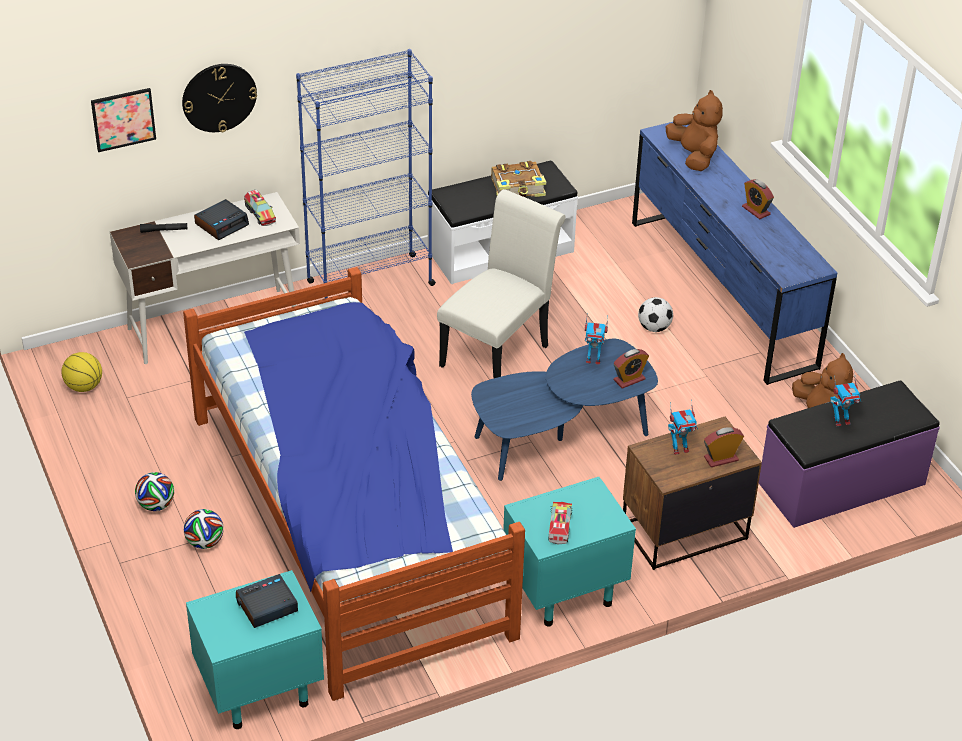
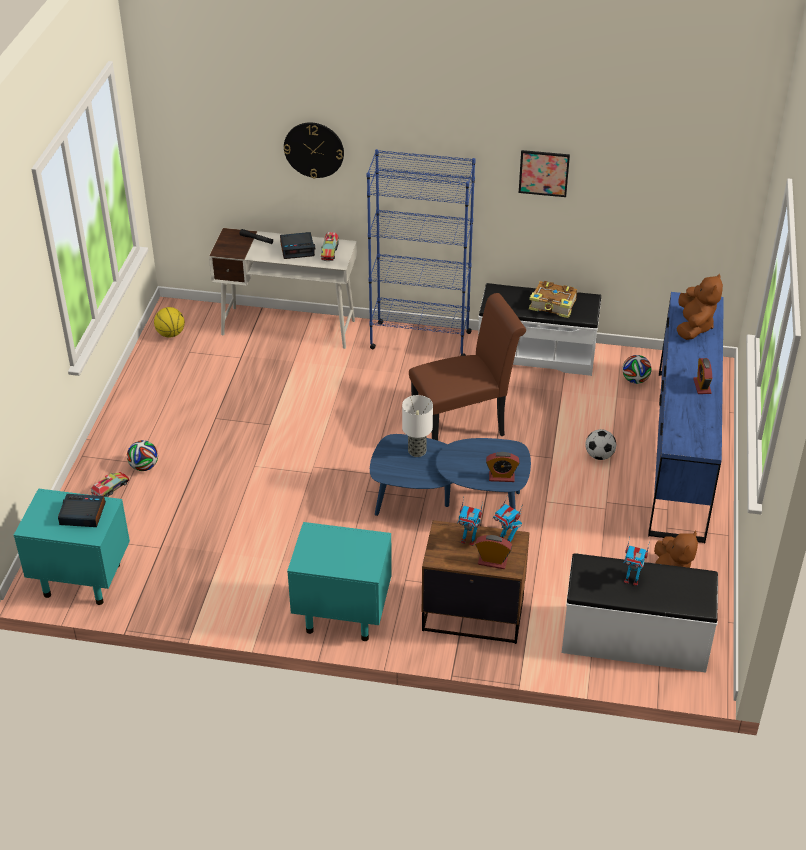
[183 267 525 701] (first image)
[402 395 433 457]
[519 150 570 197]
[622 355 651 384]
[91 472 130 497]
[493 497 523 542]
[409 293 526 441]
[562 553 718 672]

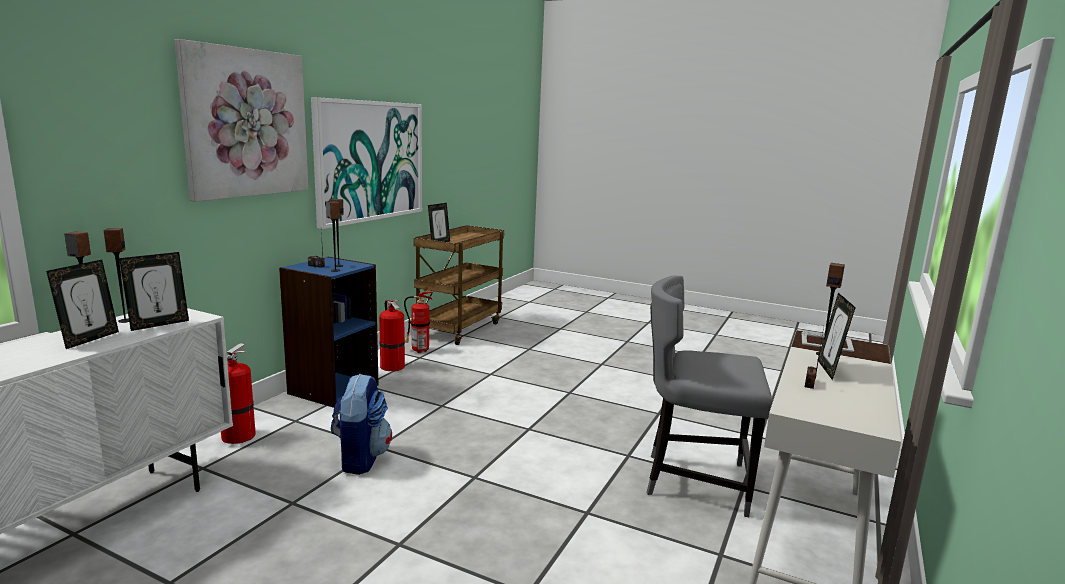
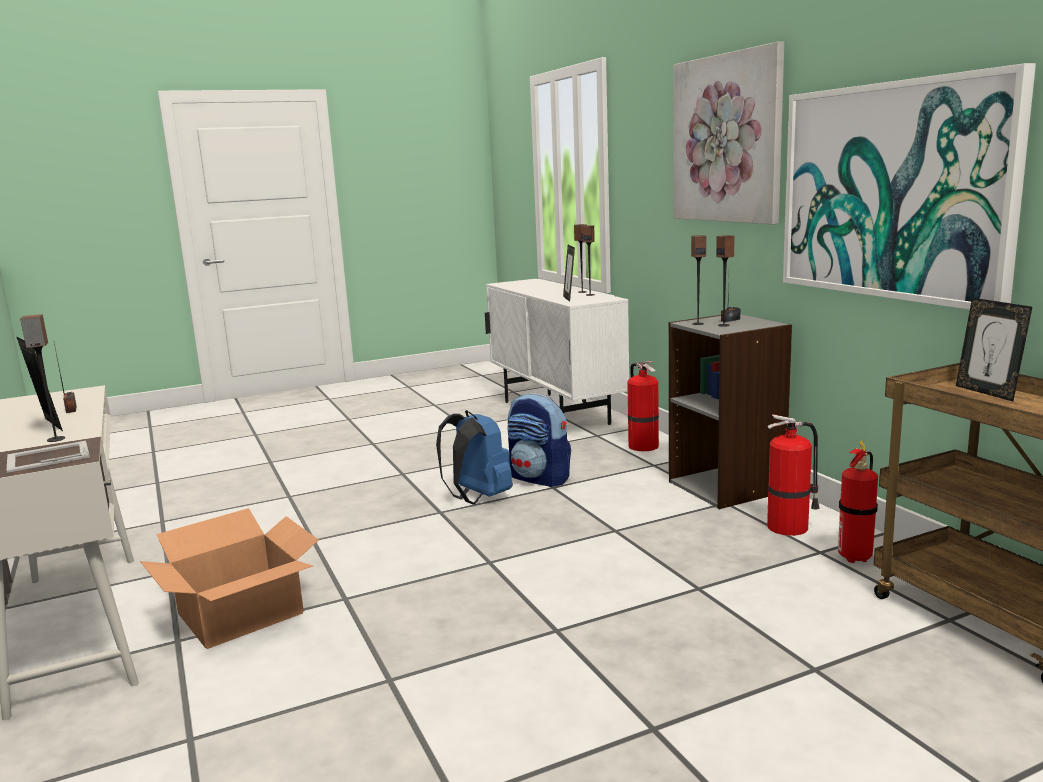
[46 260 119 349] (first image)
[436 410 513 505]
[140 508 319 649]
[669 314 792 509]

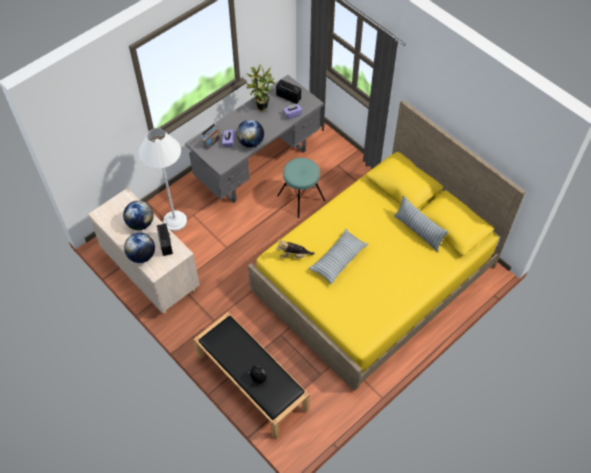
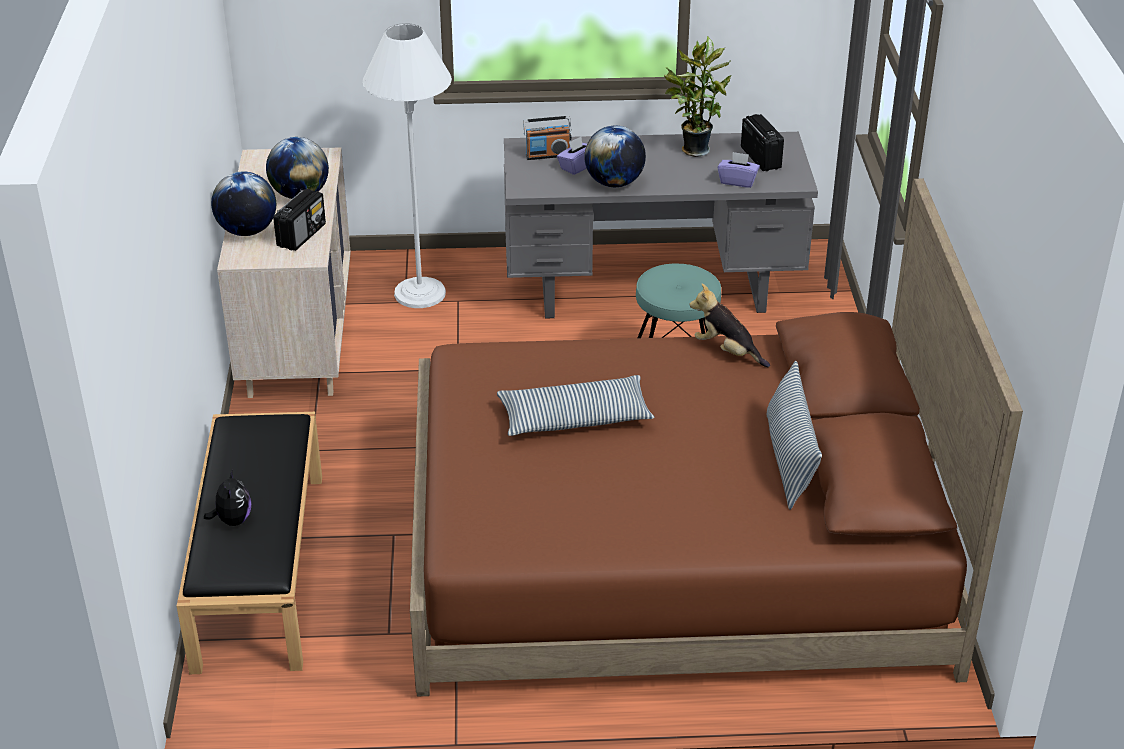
[690 284 770 367]
[410 179 1023 697]

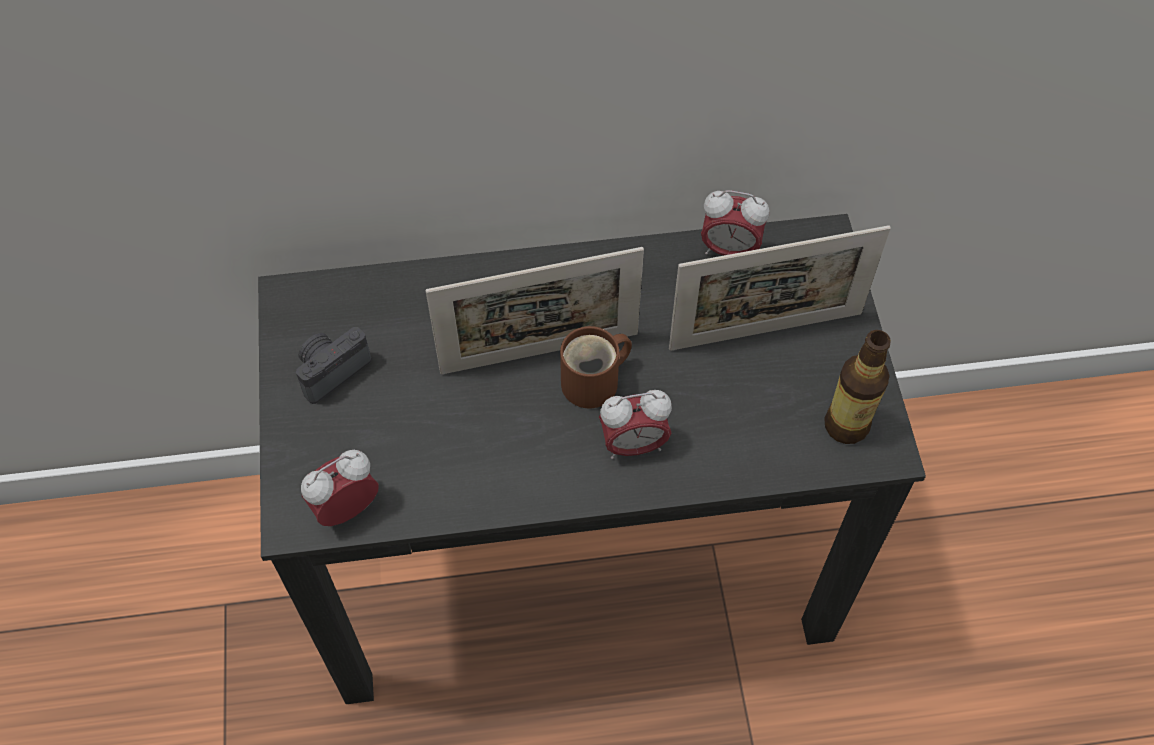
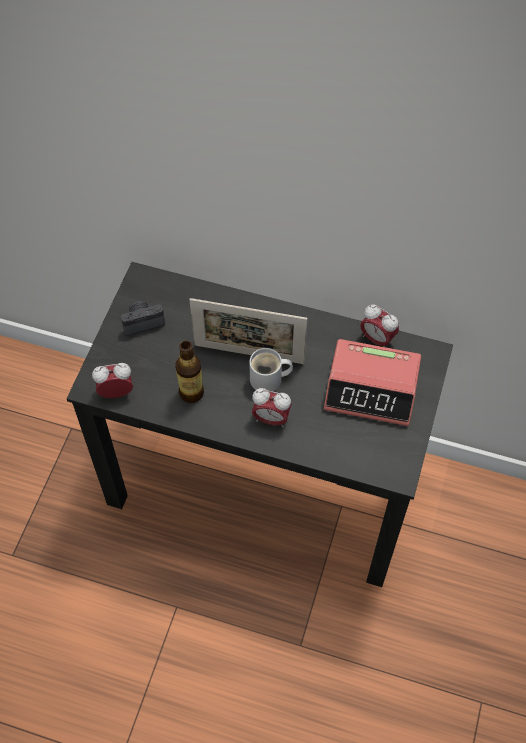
[175 341 204 403]
[324 339 421 426]
[249 348 293 391]

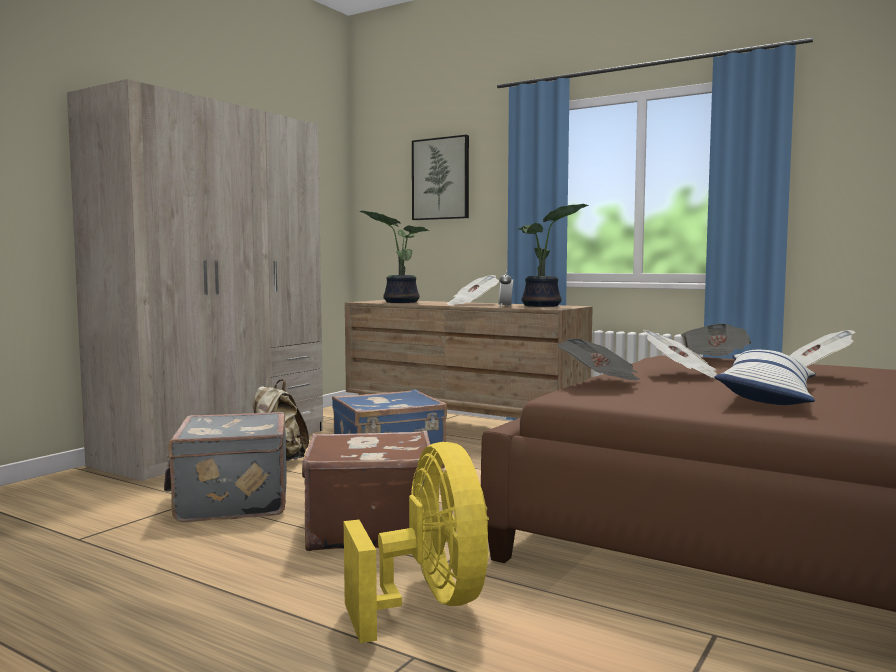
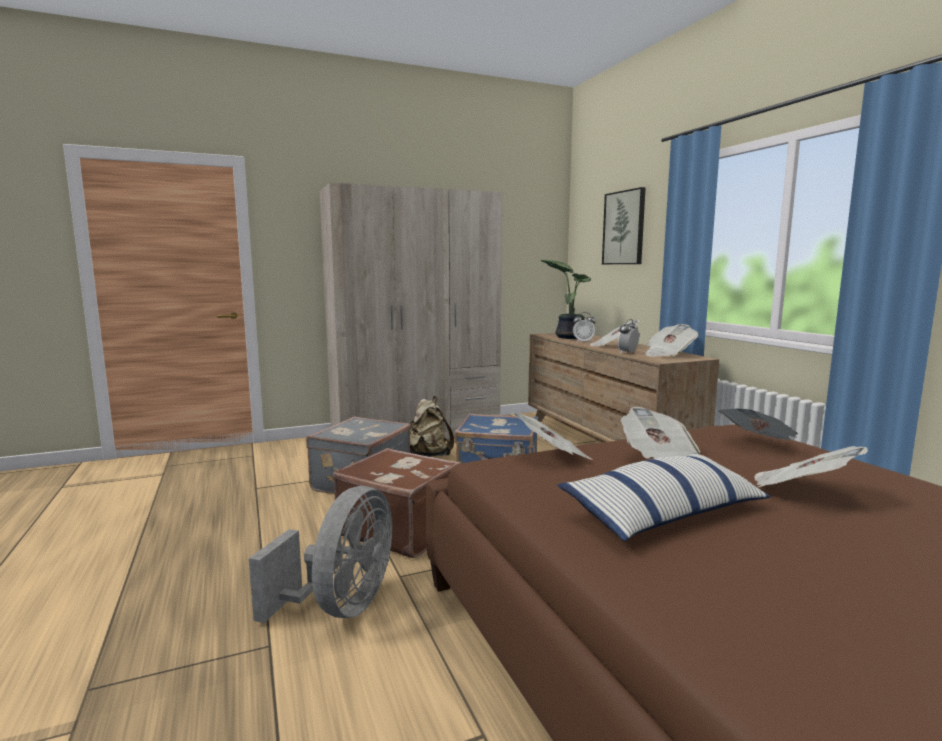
[573 312 596 343]
[645 324 698 357]
[249 486 392 623]

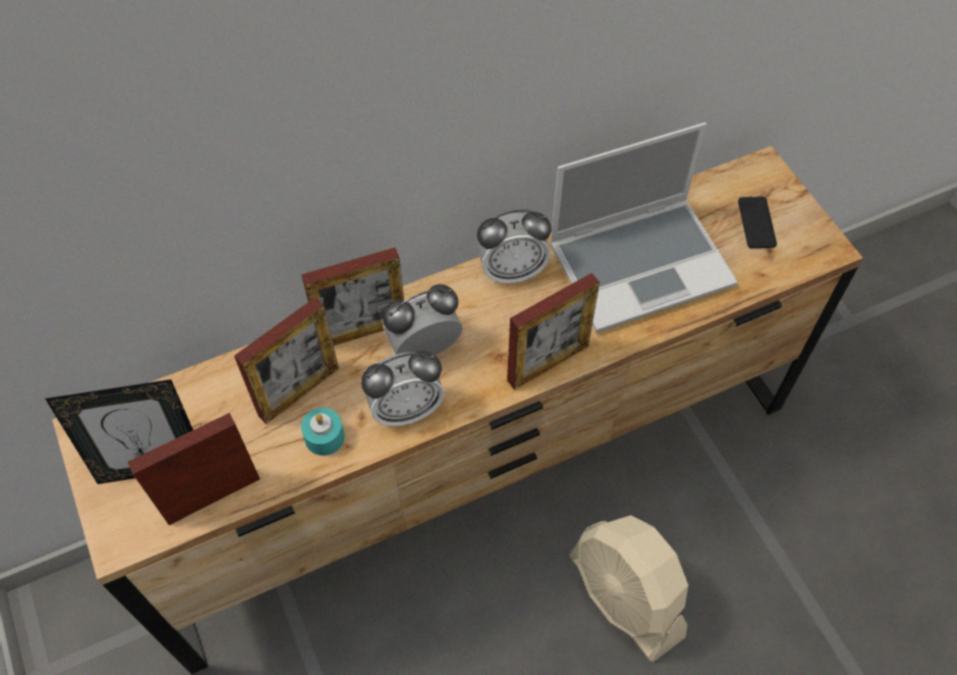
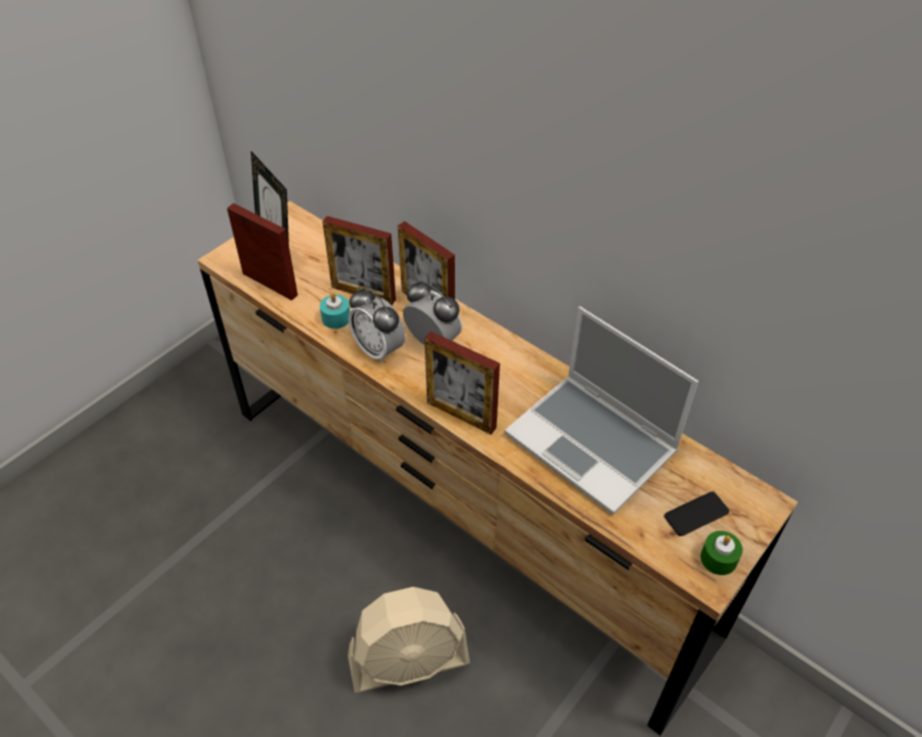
[476 209 552 284] (first image)
[700 531 743 575]
[348 587 470 693]

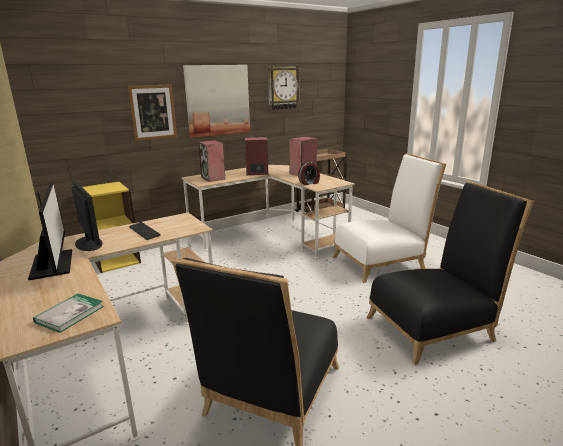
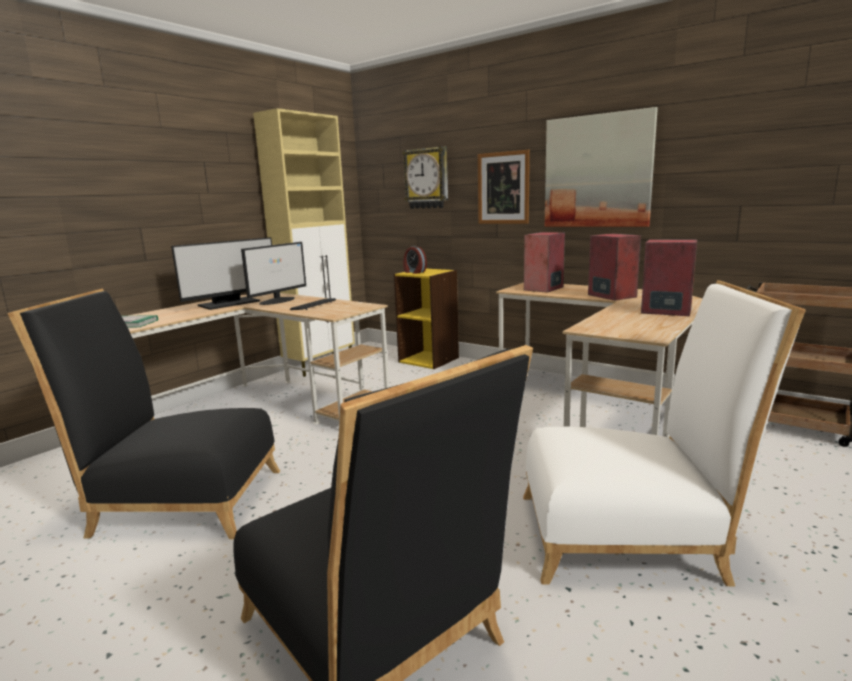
[402 146 448 209]
[403 246 427 274]
[523 280 806 586]

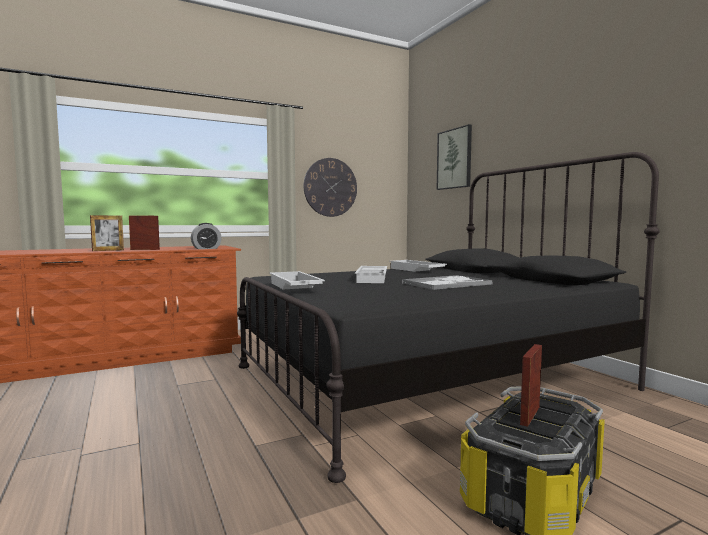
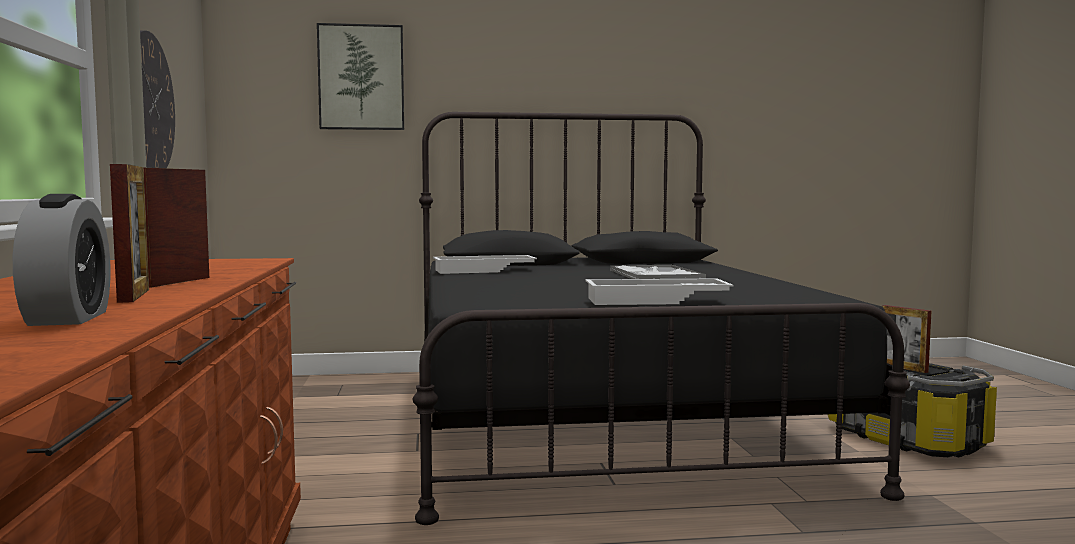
[355 266 387 283] (first image)
[13 194 111 326]

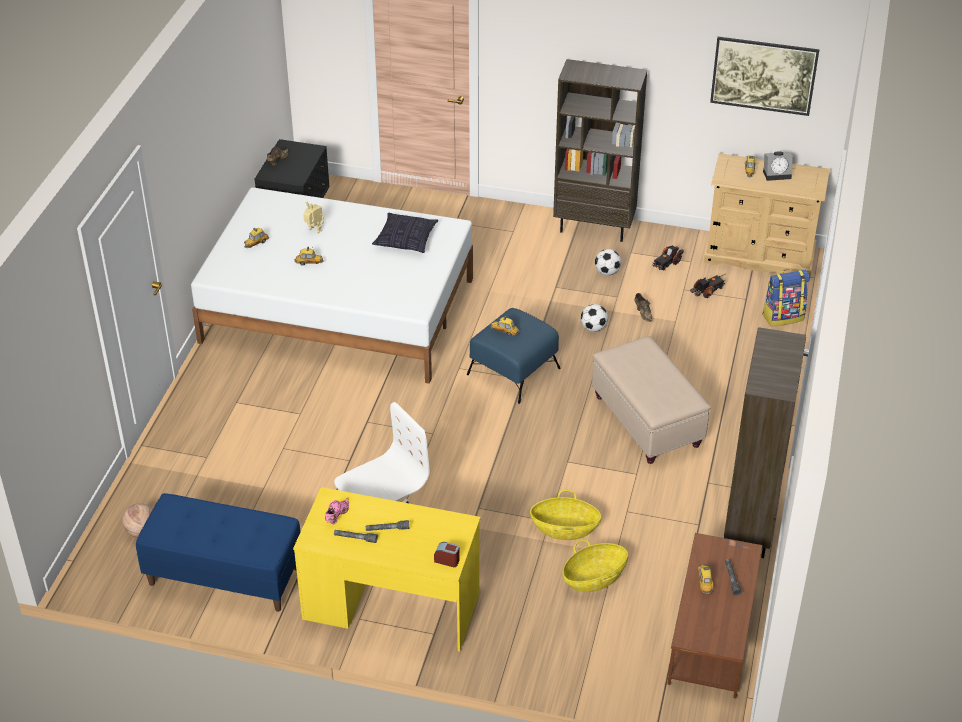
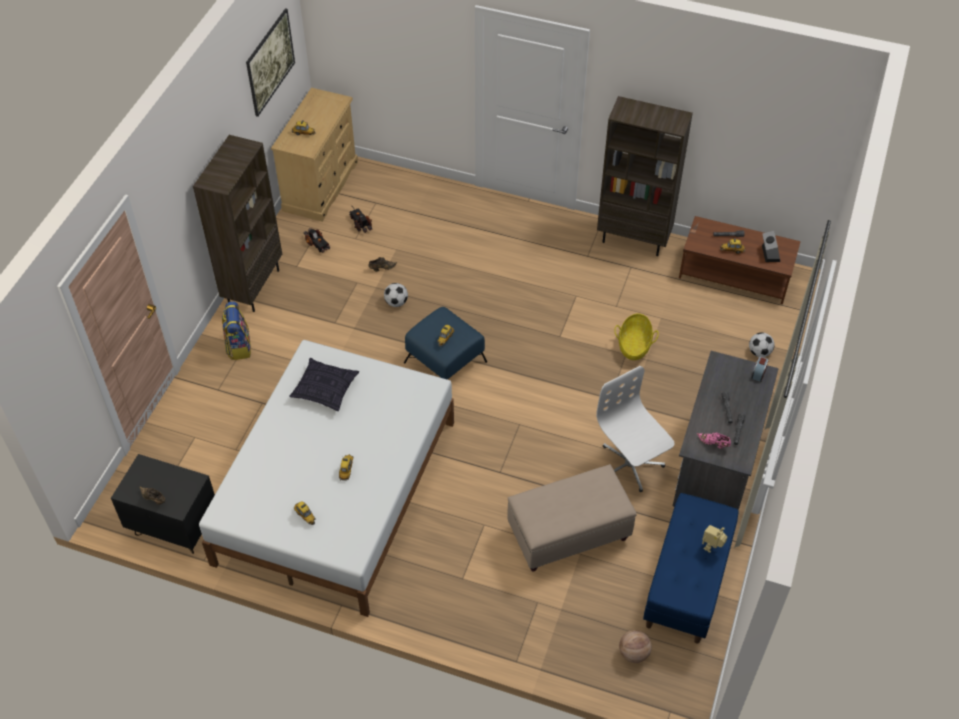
[563 540 628 592] (first image)
[702 525 727 553]
[507 464 637 571]
[749 332 774 357]
[222 301 251 360]
[762 231 780 262]
[673 351 779 510]

